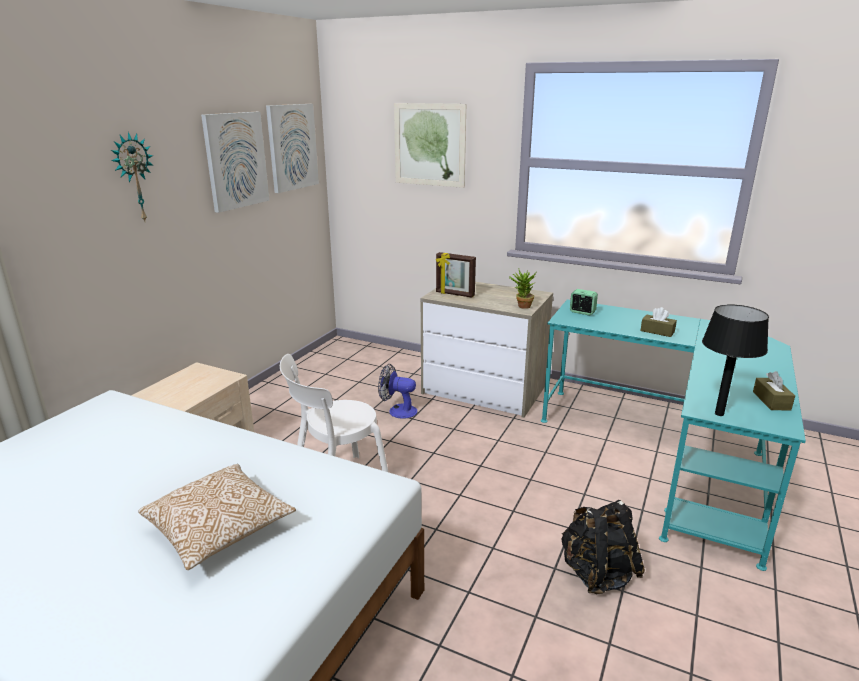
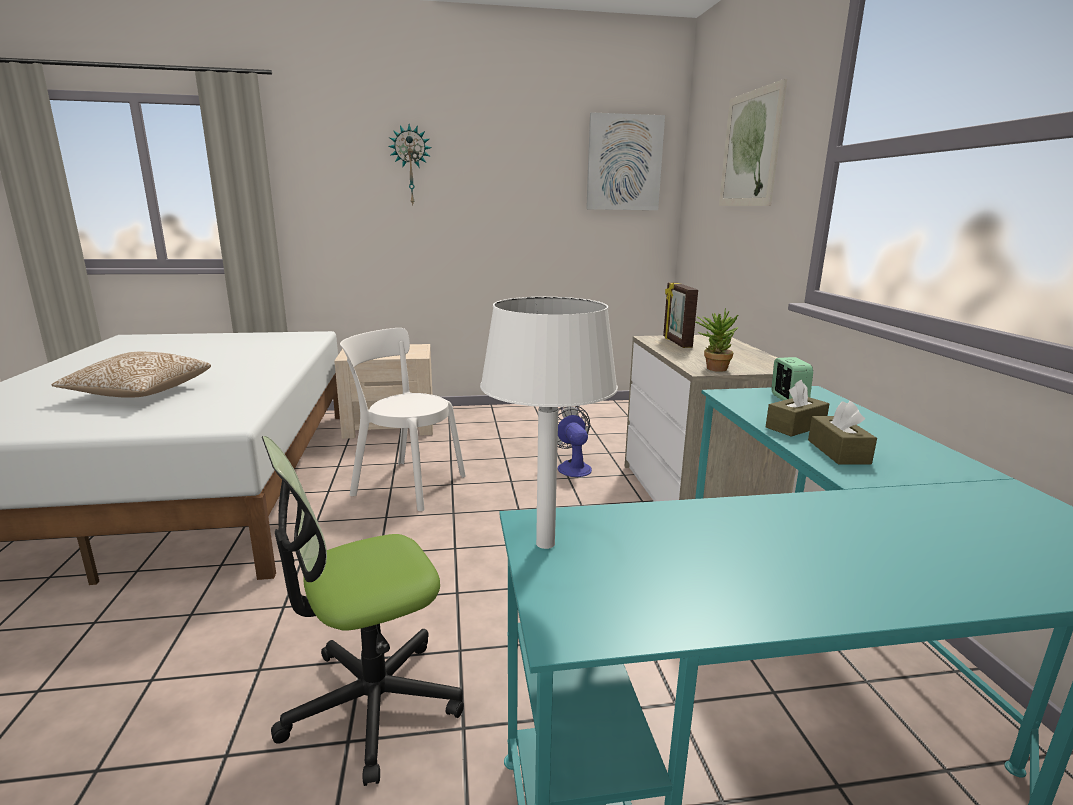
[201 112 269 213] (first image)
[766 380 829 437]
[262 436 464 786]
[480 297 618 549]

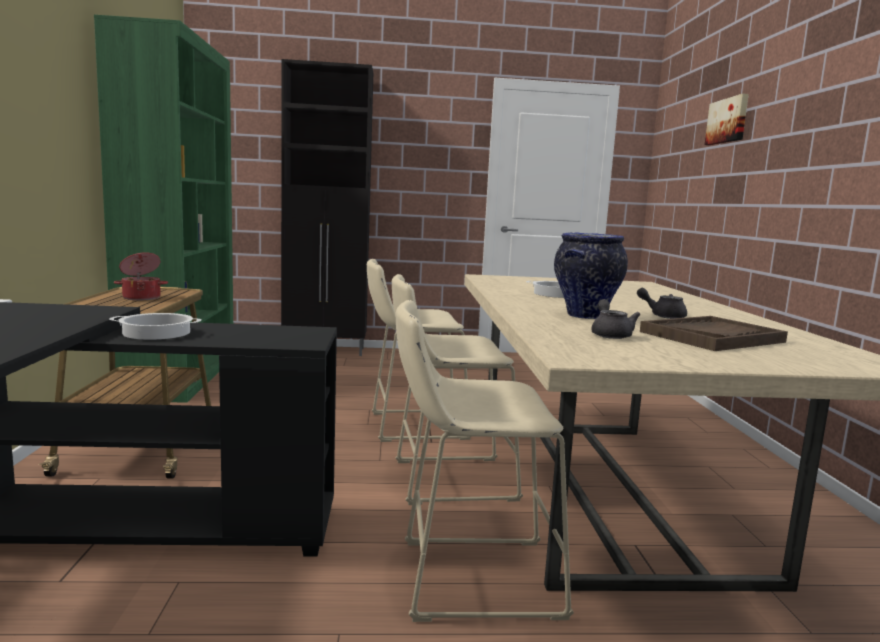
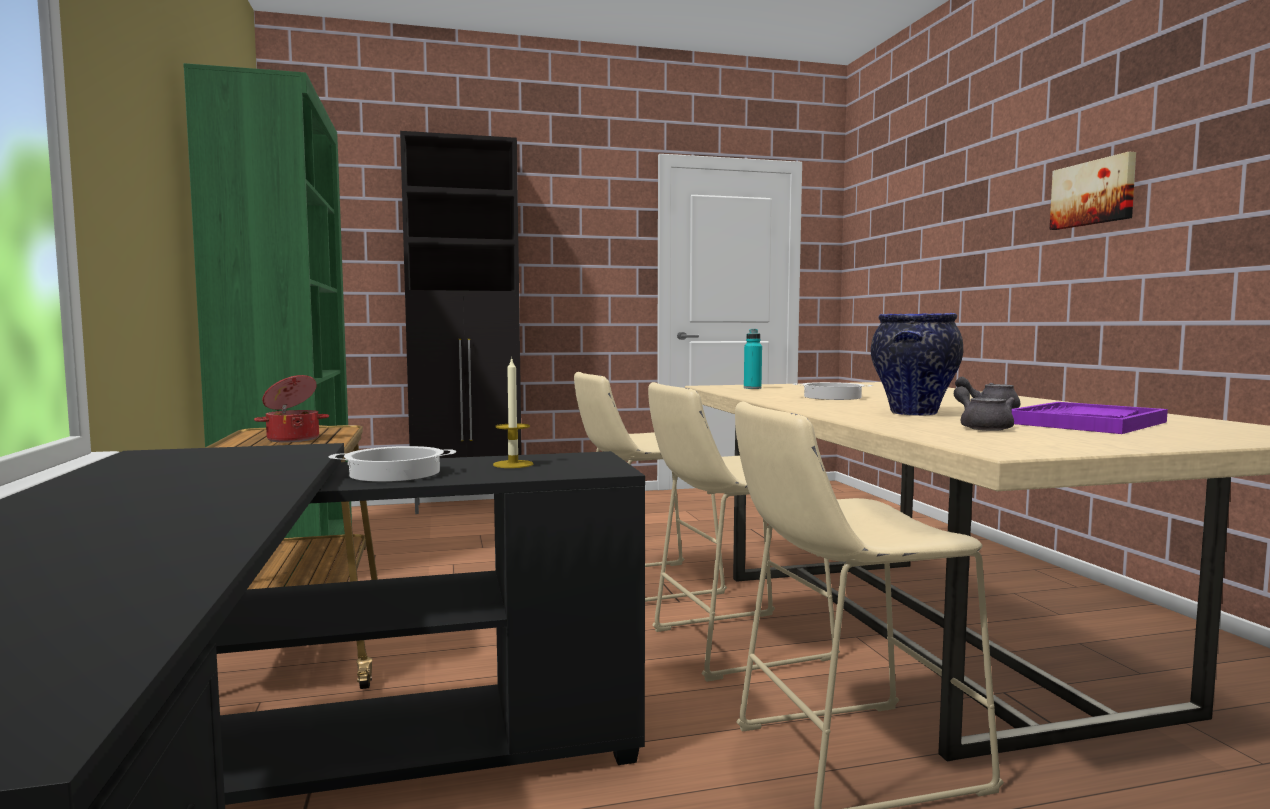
[493 357 533 468]
[744 329 762 389]
[1050 152 1136 230]
[1012 402 1168 434]

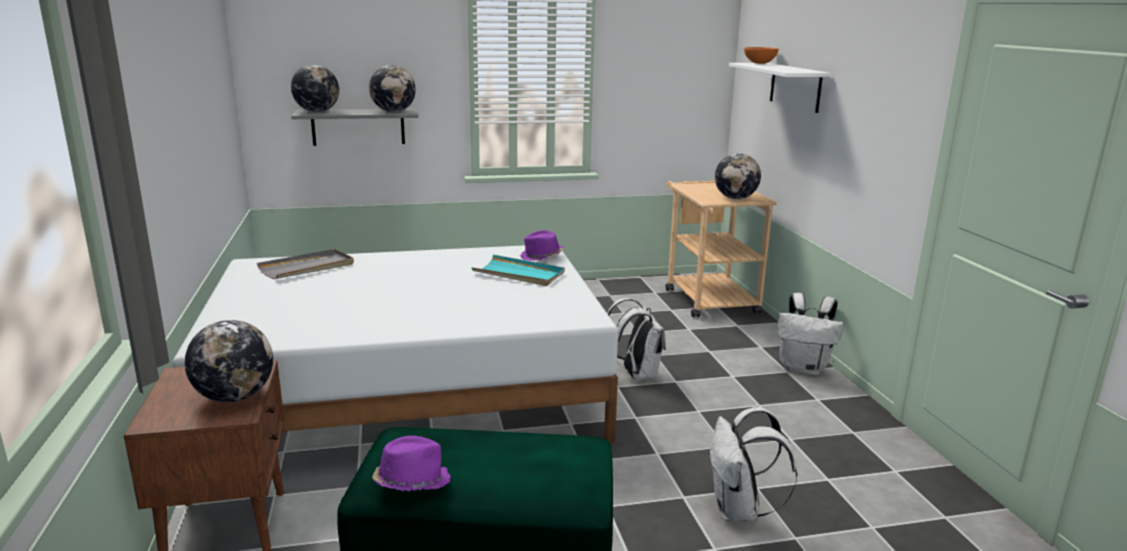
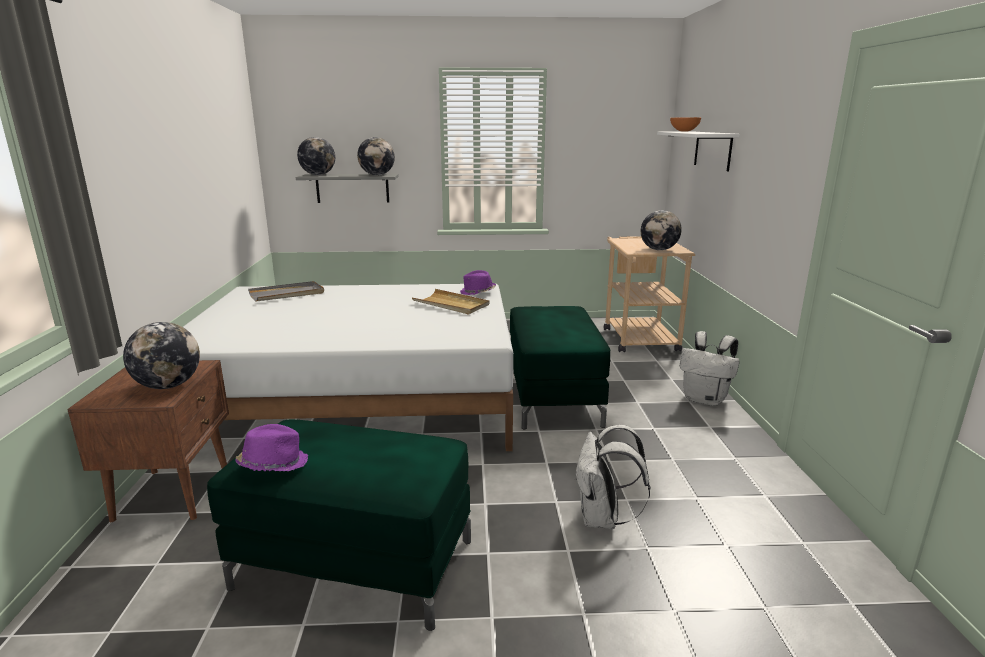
[510 306 610 429]
[412 289 489 315]

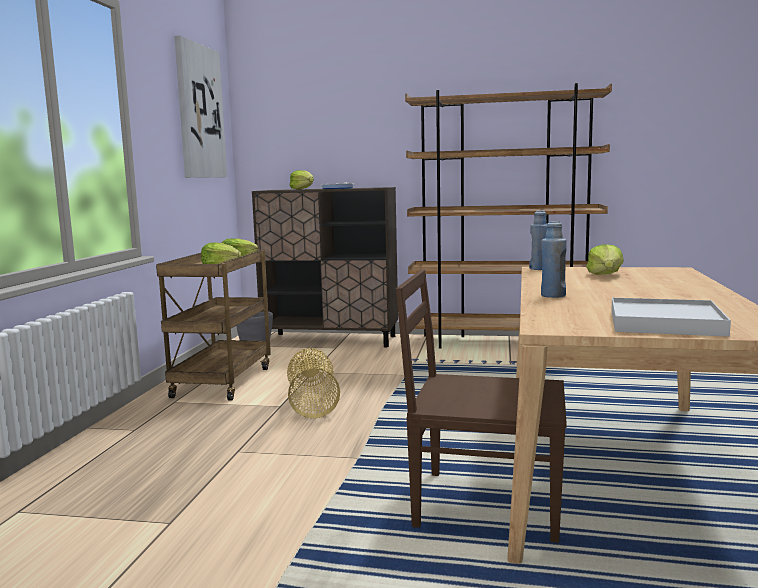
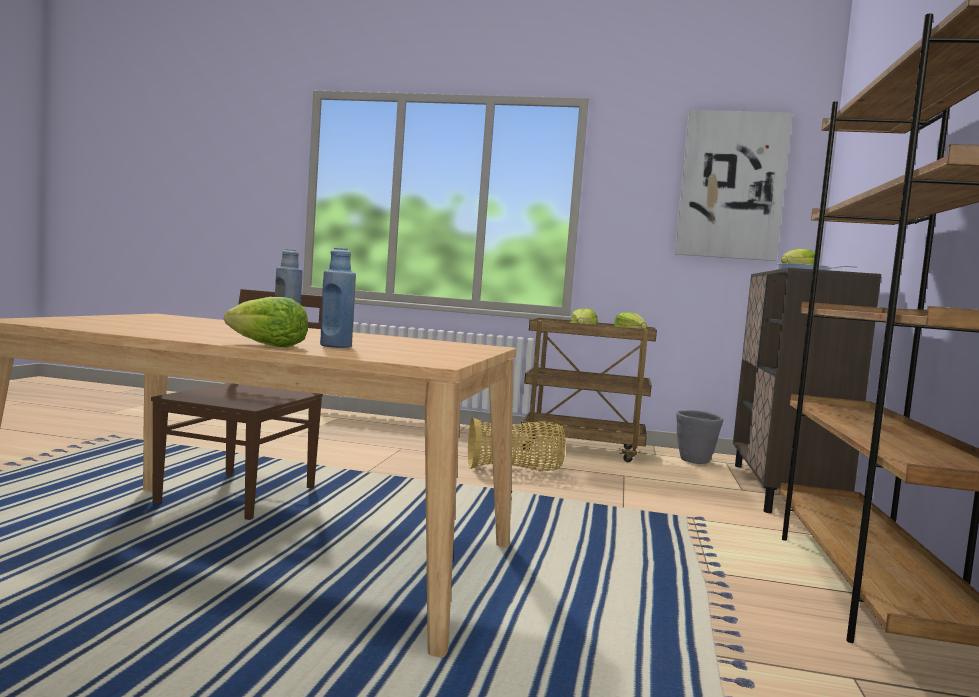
[611 298 731 337] (first image)
[320 248 356 348]
[224 297 308 347]

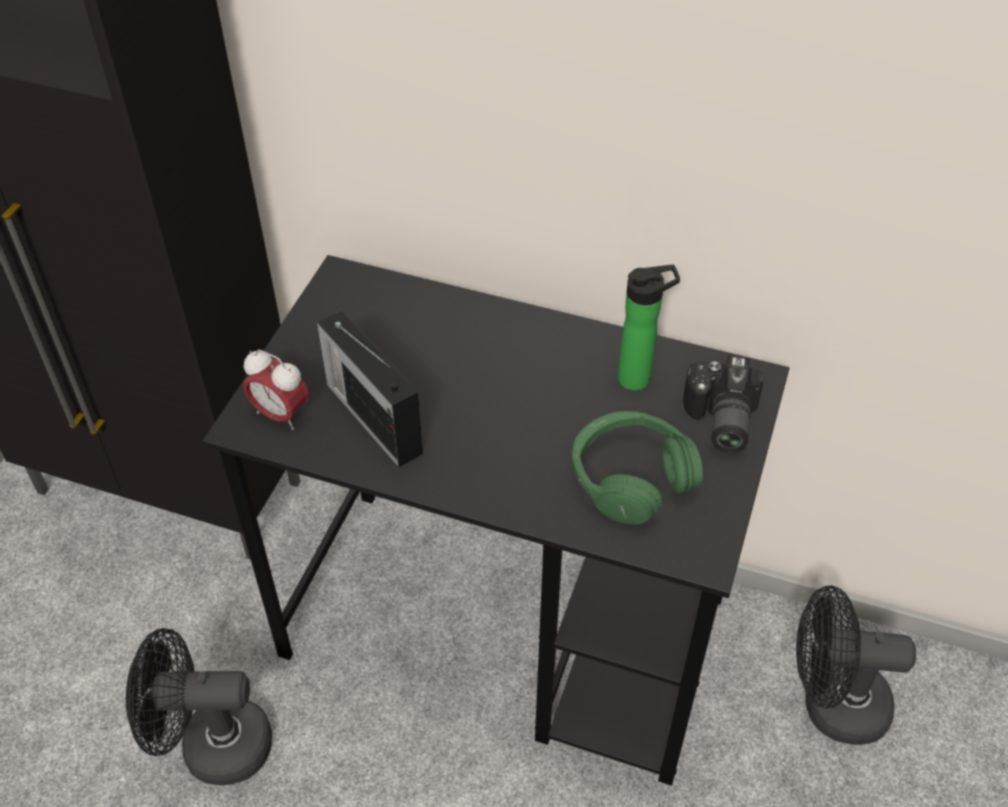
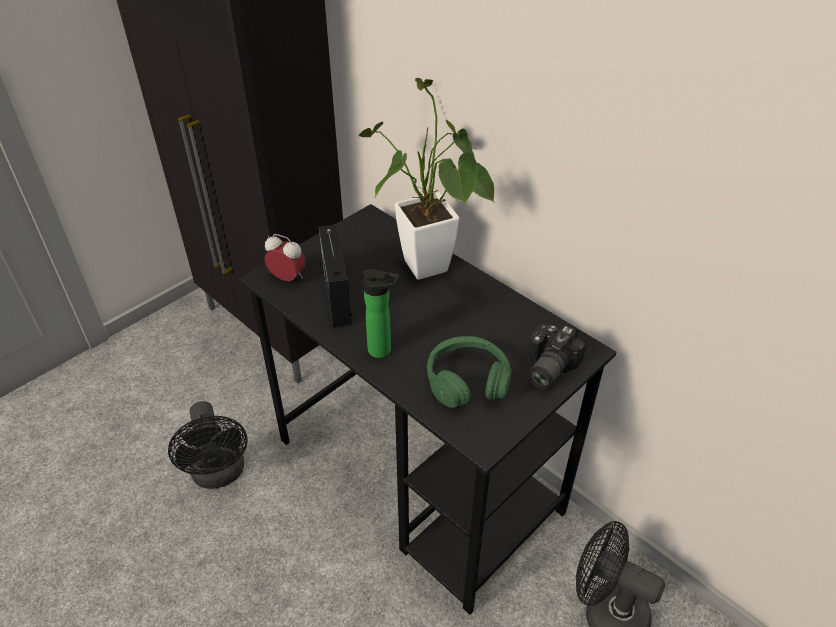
[359 78 494 280]
[362 269 399 358]
[168 401 247 489]
[265 234 306 281]

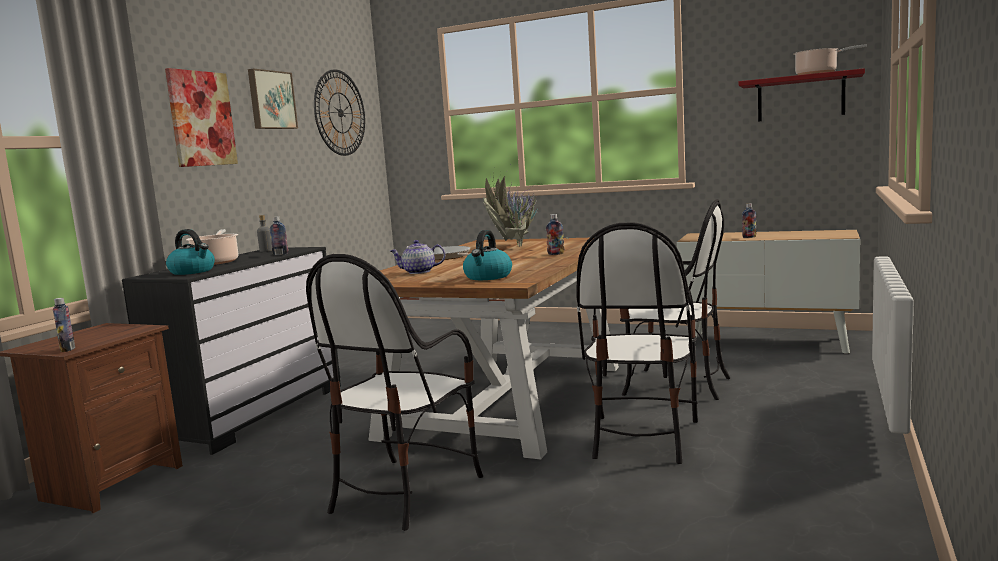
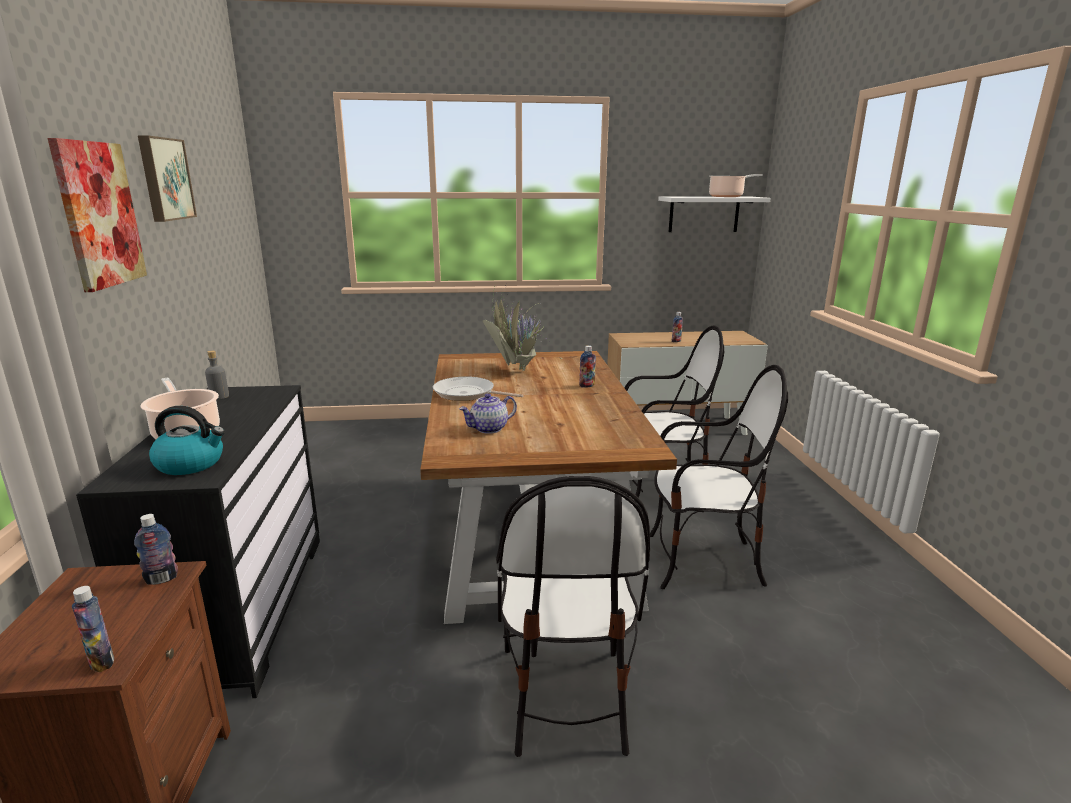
[314 69 365 156] (first image)
[463 230 512 280] (first image)
[134 514 178 585]
[658 196 771 232]
[650 365 788 589]

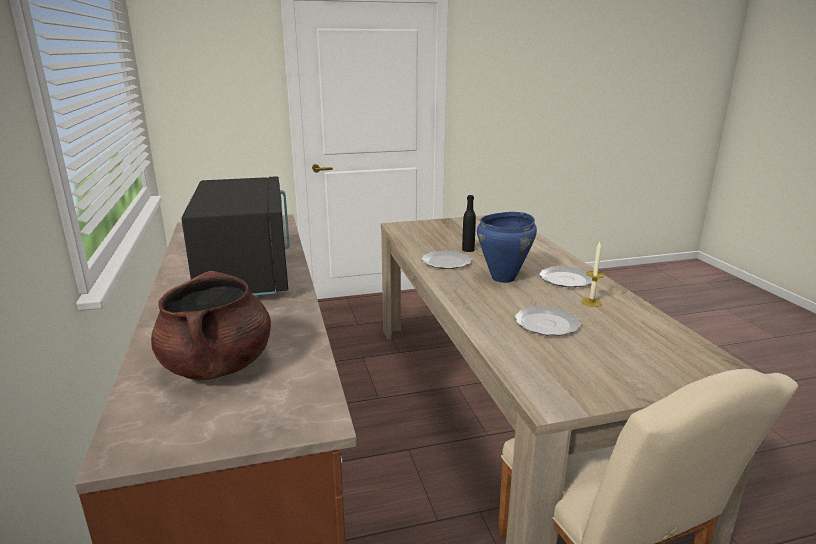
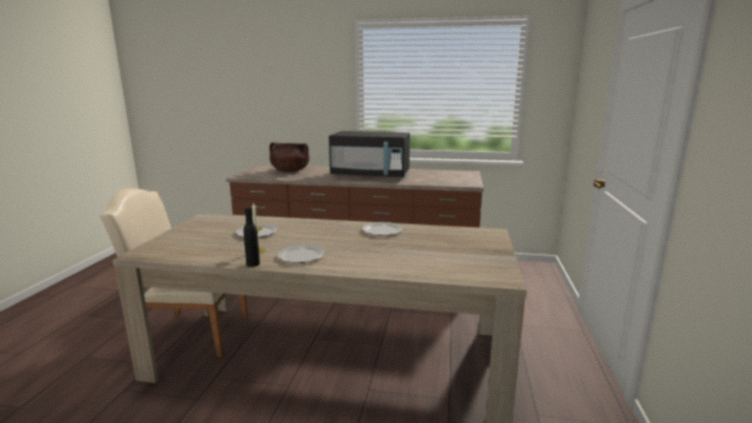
[477 212 537 283] (first image)
[244 207 260 267]

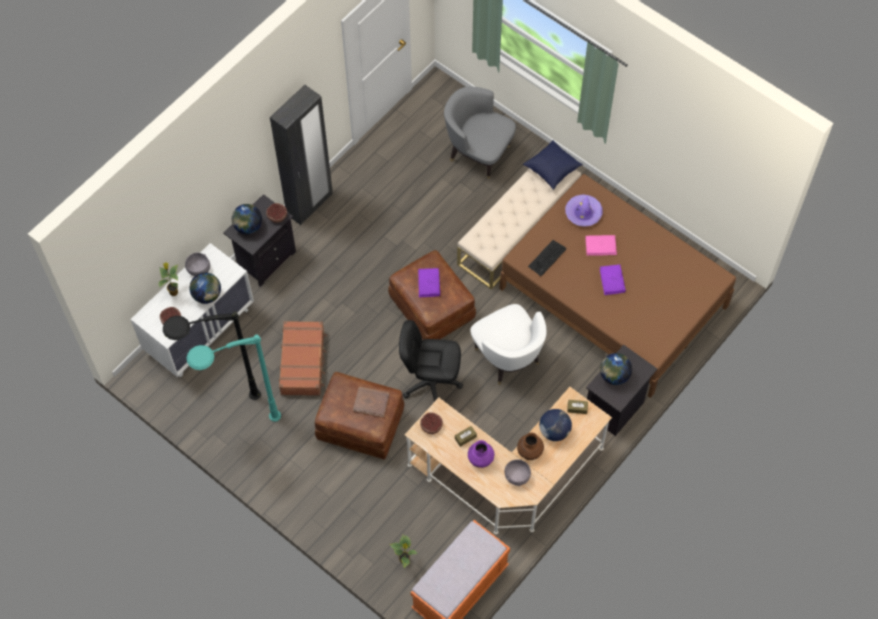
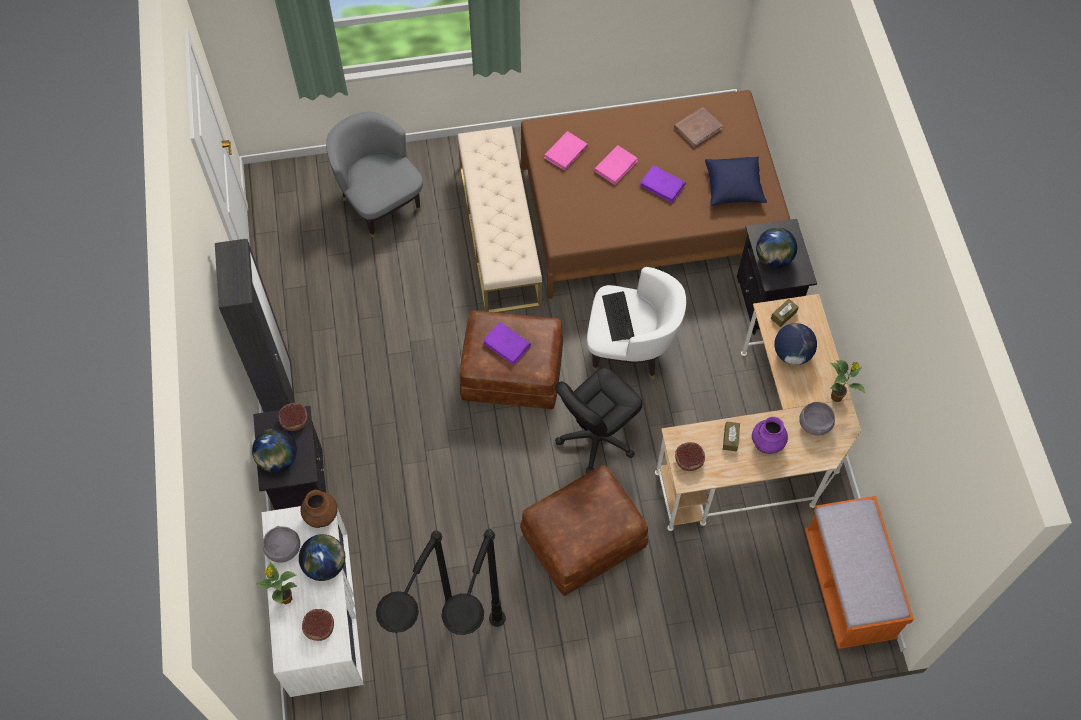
[279 321 327 396] (first image)
[674 107 723 148]
[830 360 865 402]
[301 490 338 528]
[705 156 767 206]
[602 291 634 342]
[544 131 588 171]
[441 529 506 635]
[326 111 423 238]

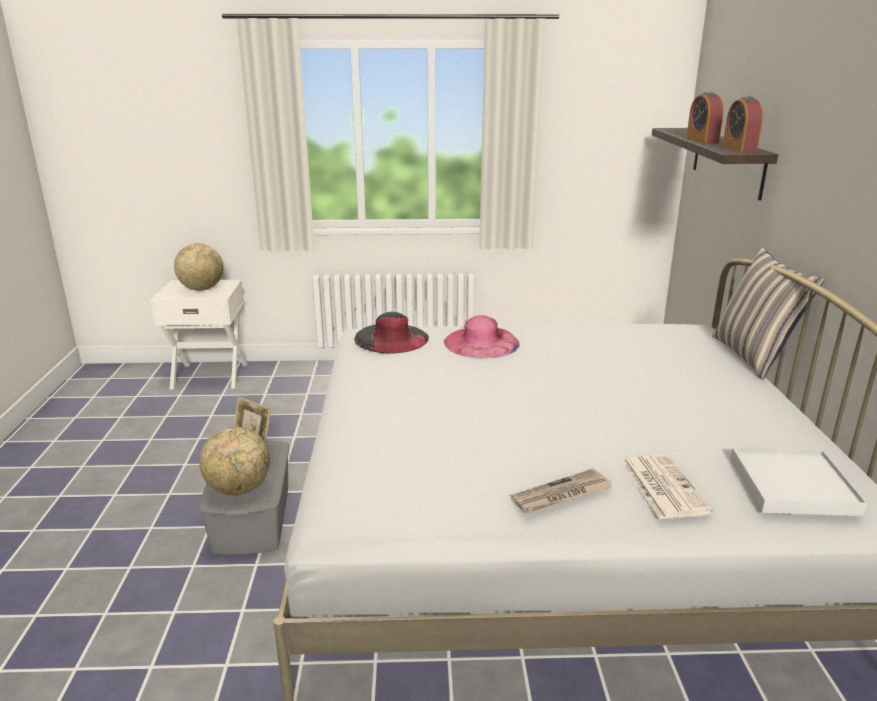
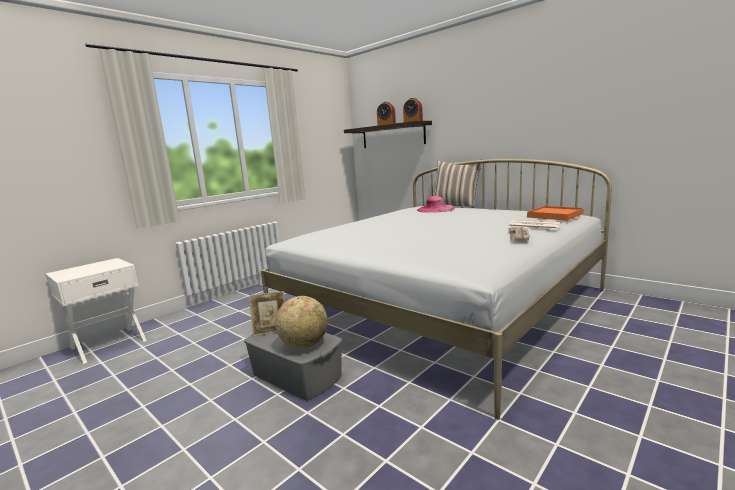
[174 243 224 291] (first image)
[354 312 429 354] (first image)
[417 196 455 213]
[527 206 584 221]

